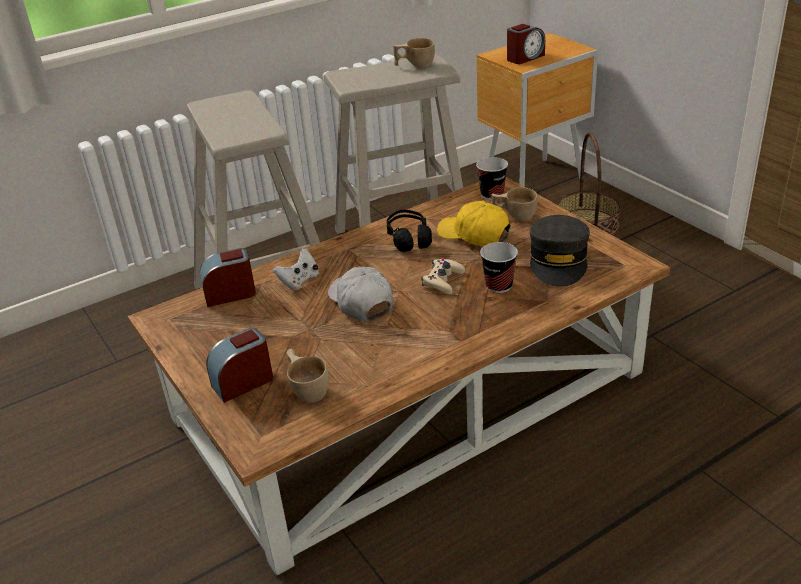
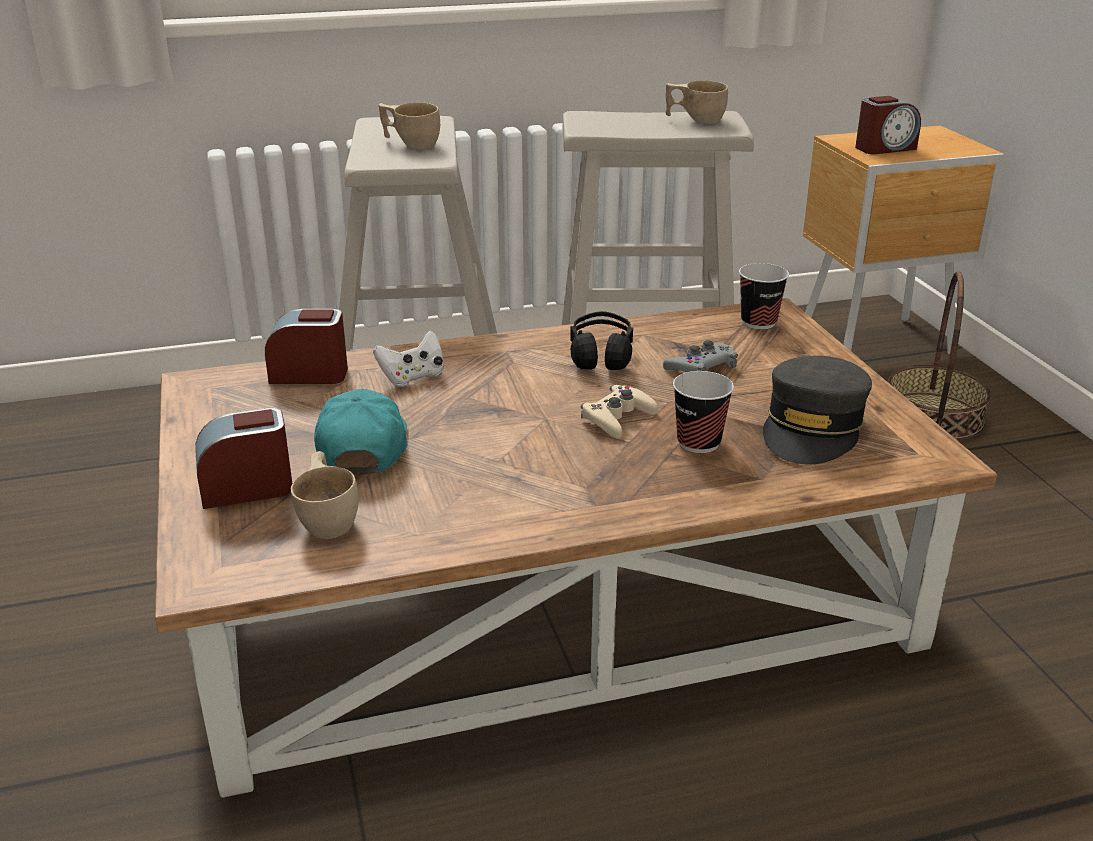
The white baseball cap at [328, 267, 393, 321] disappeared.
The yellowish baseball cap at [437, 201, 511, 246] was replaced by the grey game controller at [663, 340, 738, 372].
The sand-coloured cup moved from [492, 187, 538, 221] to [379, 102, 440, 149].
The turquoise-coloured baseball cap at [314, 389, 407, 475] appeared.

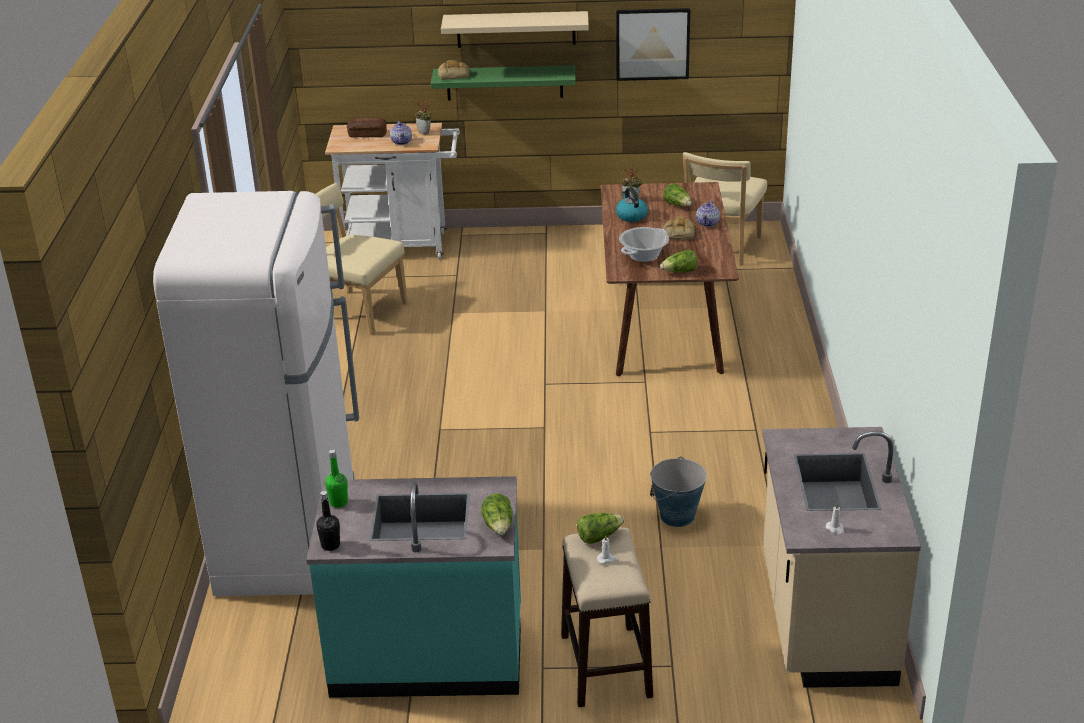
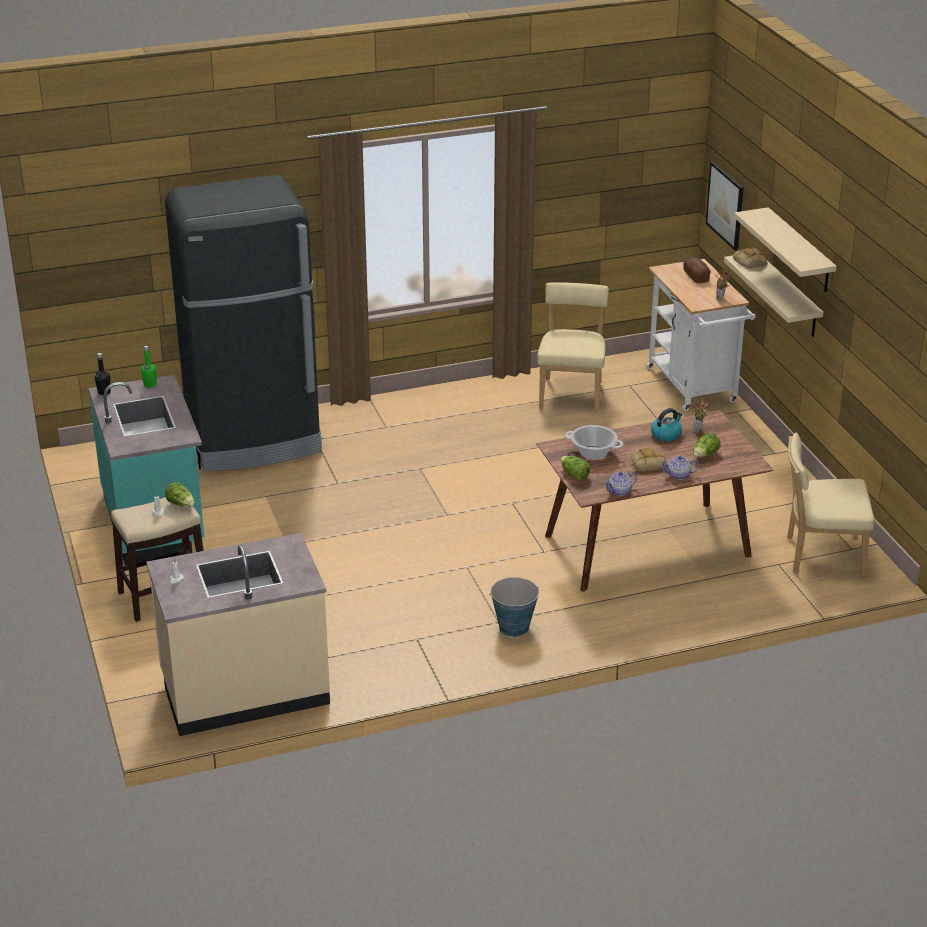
The white fridge at [153, 191, 359, 596] became the black-coloured fridge at [165, 175, 322, 471].
The tea pot moved from [390, 121, 412, 145] to [604, 471, 637, 496].
The greenish wall shelf at [431, 65, 576, 100] became the sand-coloured wall shelf at [724, 256, 823, 337].
The lettuce head at [481, 493, 513, 535] disappeared.
The wall art moved from [616, 8, 690, 81] to [706, 162, 744, 251].
The pail moved from [650, 456, 707, 527] to [489, 577, 539, 637].

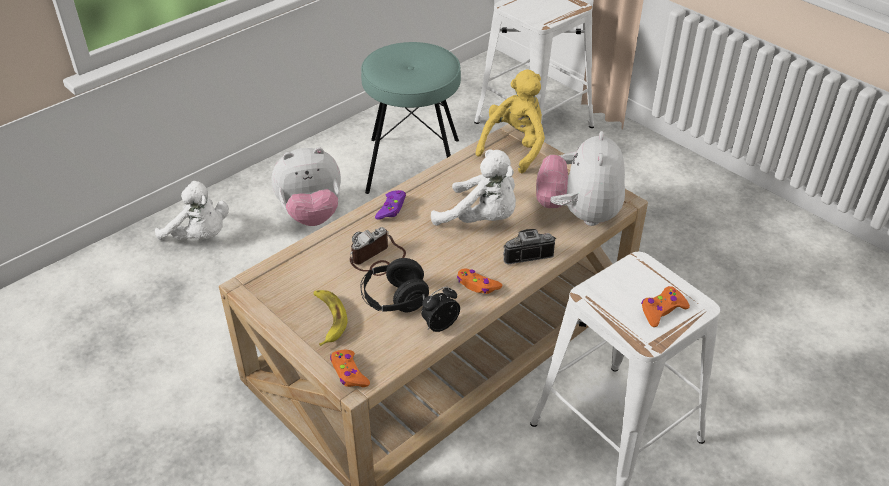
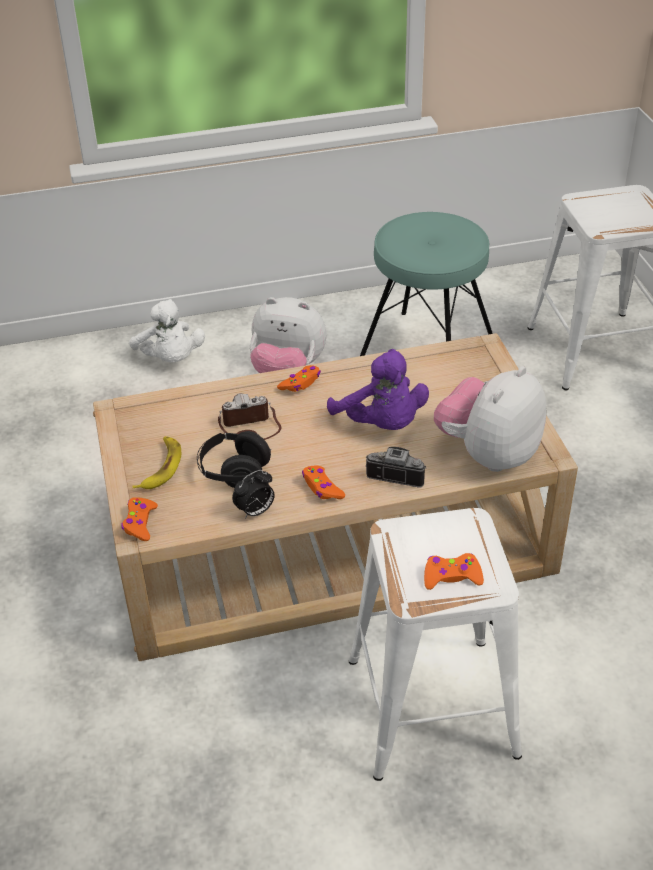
The purple-coloured game controller at [375, 190, 406, 220] became the orange game controller at [277, 365, 321, 392].
The table clock at [421, 287, 460, 332] turned 150 degrees clockwise.
The white plush toy at [431, 149, 516, 226] became the purple-coloured plush toy at [327, 349, 429, 430].
The yellowish plush toy at [476, 69, 545, 173] disappeared.

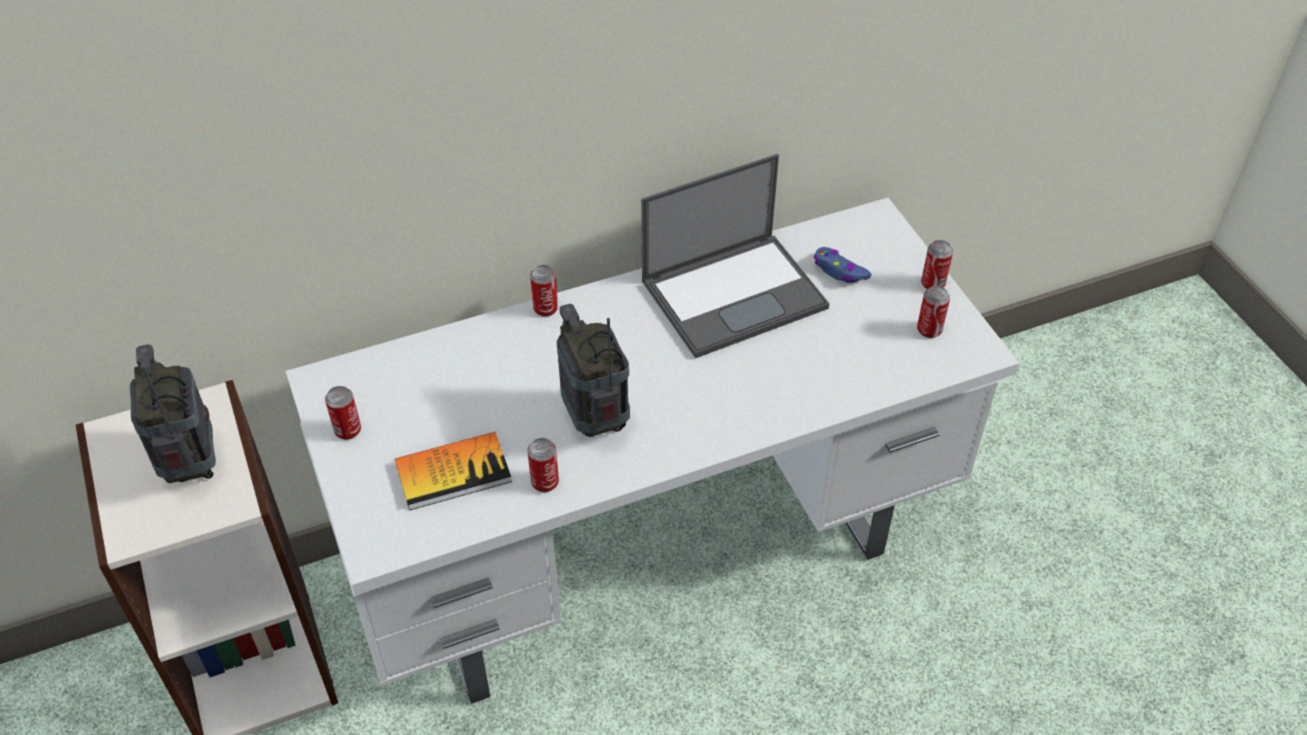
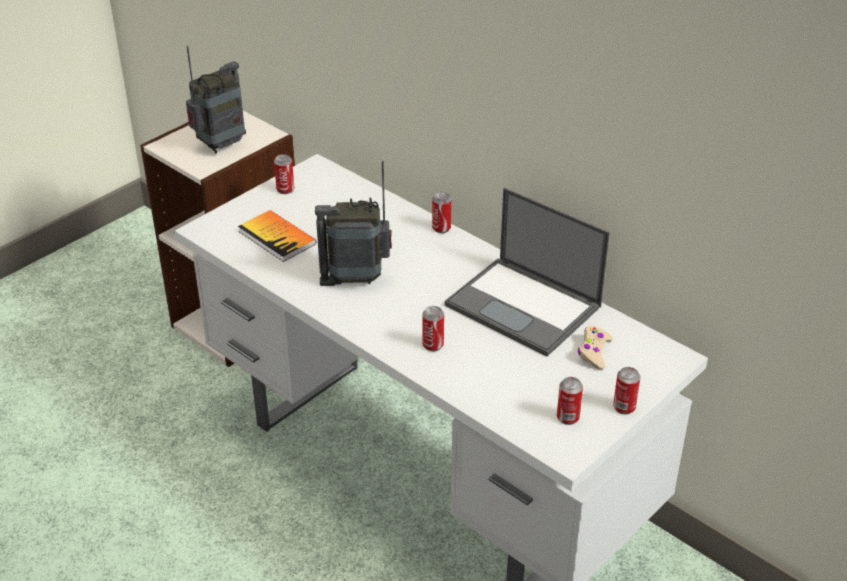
The can moved from [527, 438, 559, 492] to [422, 306, 444, 351].
The radio at [557, 304, 630, 437] turned 135 degrees counterclockwise.
The blue game controller at [813, 247, 872, 283] became the sand-coloured game controller at [578, 326, 613, 370].

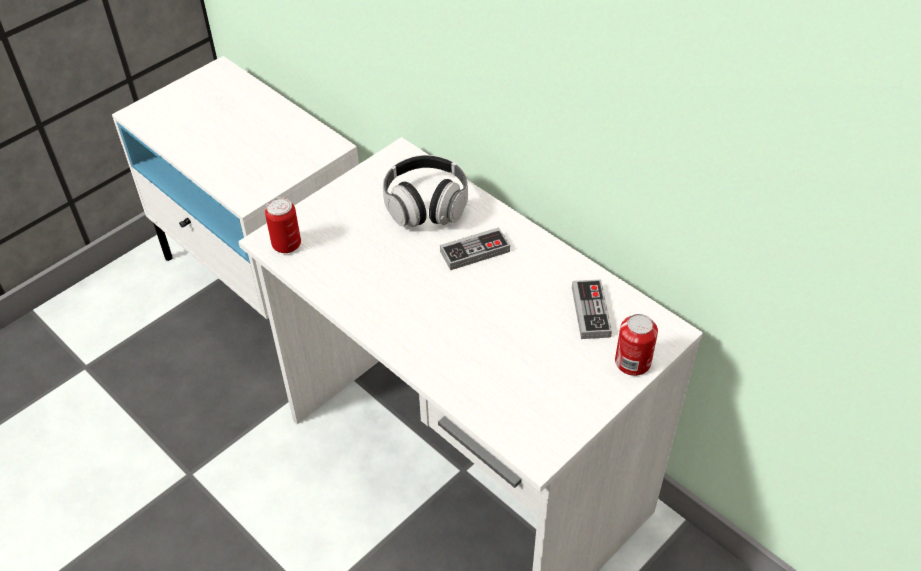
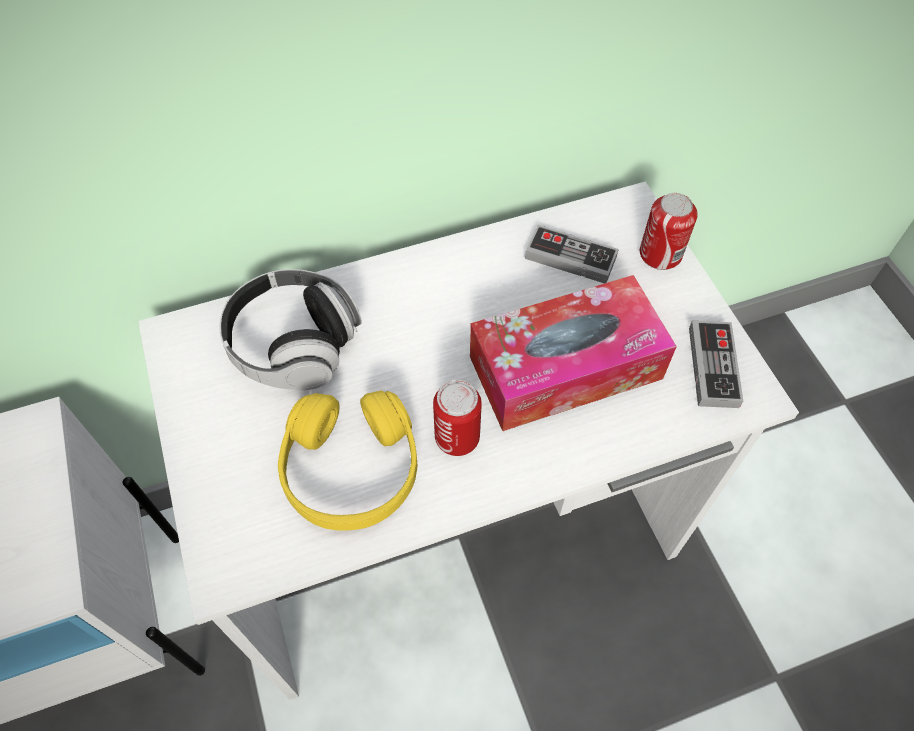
The can moved from [265, 197, 301, 253] to [433, 380, 482, 456].
The game controller moved from [440, 227, 510, 270] to [689, 321, 743, 408].
The yellowish headphones at [278, 390, 417, 531] appeared.
The tissue box at [470, 275, 677, 431] appeared.

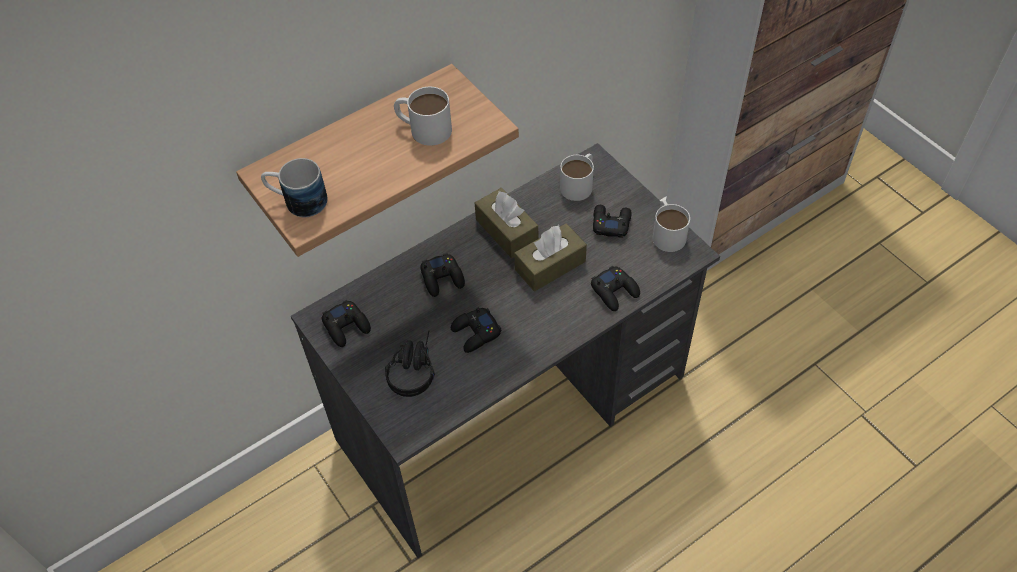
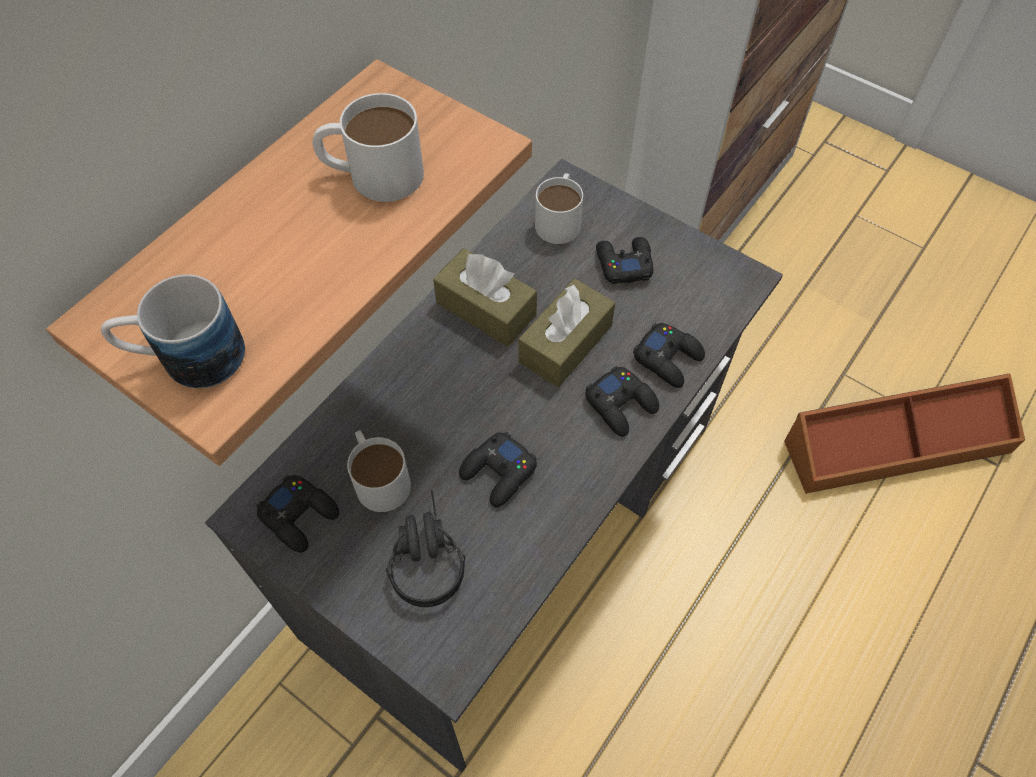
The black-coloured game controller moved from [420, 253, 465, 297] to [585, 366, 659, 437].
The white coffee mug moved from [653, 201, 690, 252] to [347, 430, 411, 512].
The brownish storage container at [784, 373, 1025, 494] appeared.

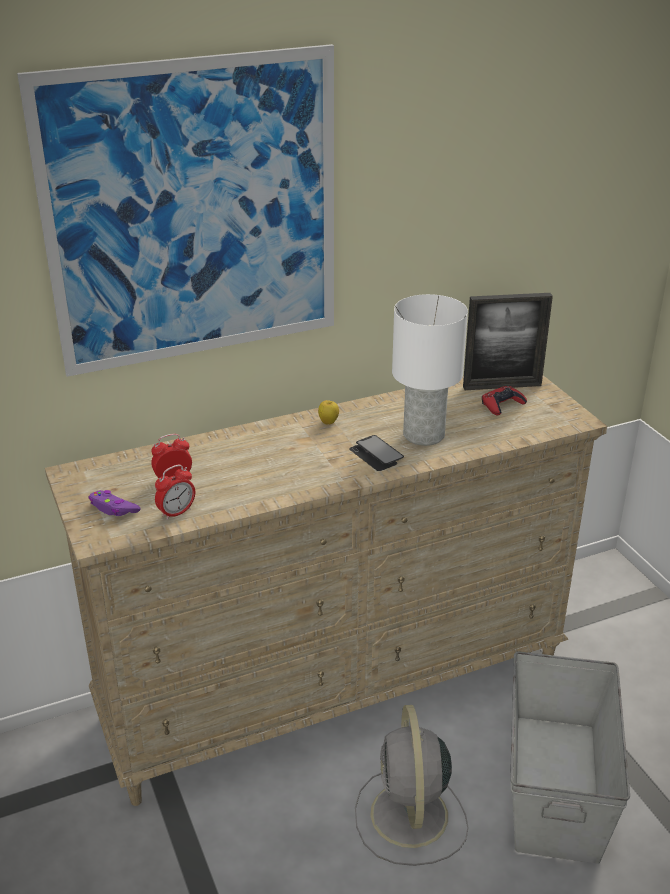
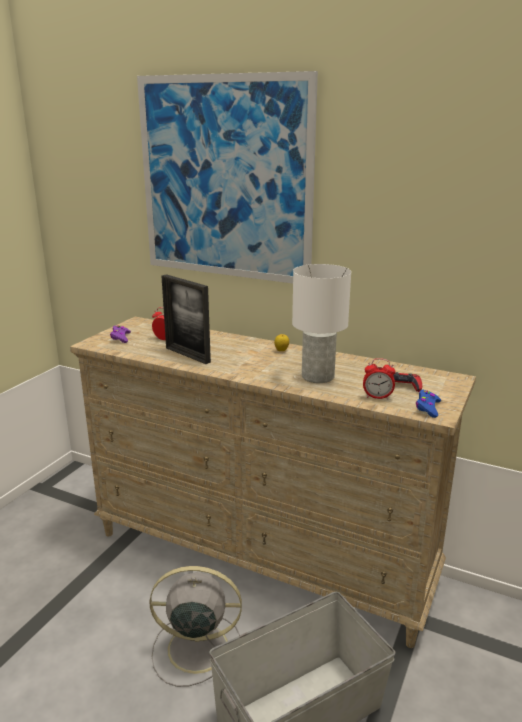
The table clock moved from [155, 465, 195, 520] to [363, 358, 395, 399].
The telephone at [349, 435, 404, 471] disappeared.
The grey cooling fan at [355, 705, 469, 866] turned 45 degrees clockwise.
The standing frame moved from [463, 293, 553, 390] to [161, 274, 211, 364].
The blue game controller at [416, 390, 441, 418] appeared.

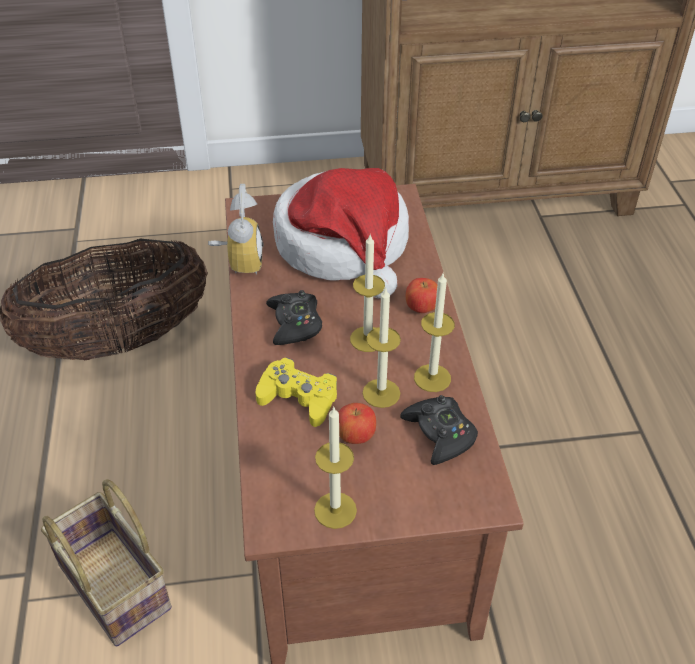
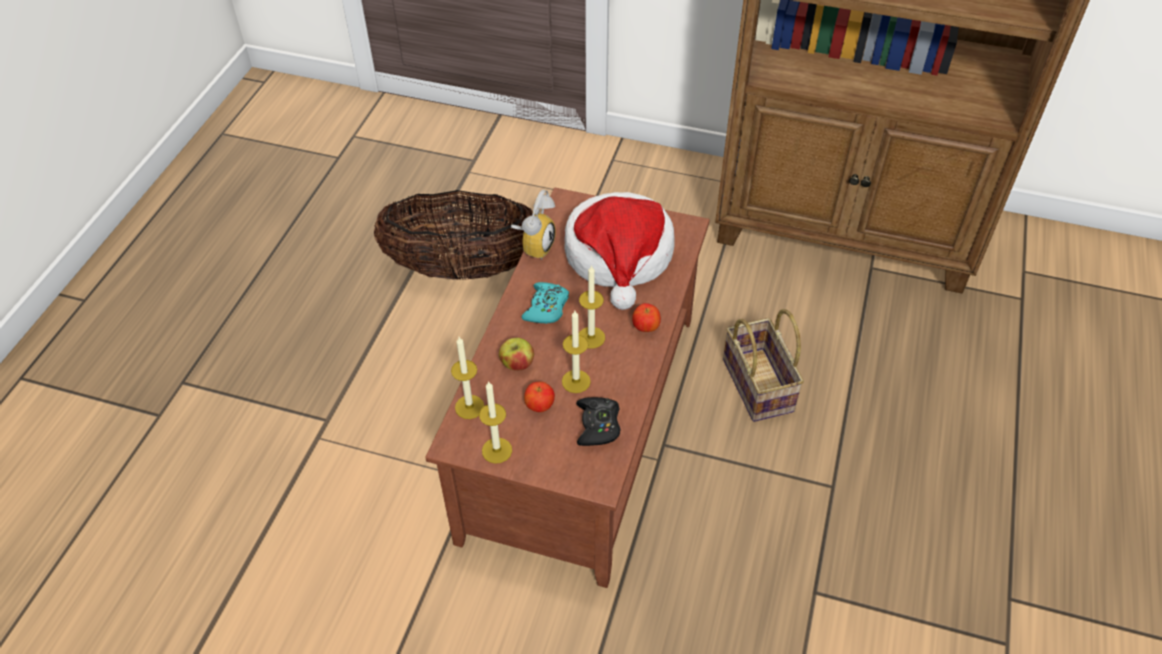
The household basket moved from [41, 479, 172, 647] to [723, 309, 804, 422].
The yellowish game controller at [256, 357, 337, 427] was replaced by the apple fruit at [499, 338, 534, 371].
The black-coloured game controller at [266, 290, 322, 345] became the turquoise-coloured game controller at [522, 282, 569, 324].
The candle moved from [414, 273, 455, 392] to [451, 337, 484, 419].

